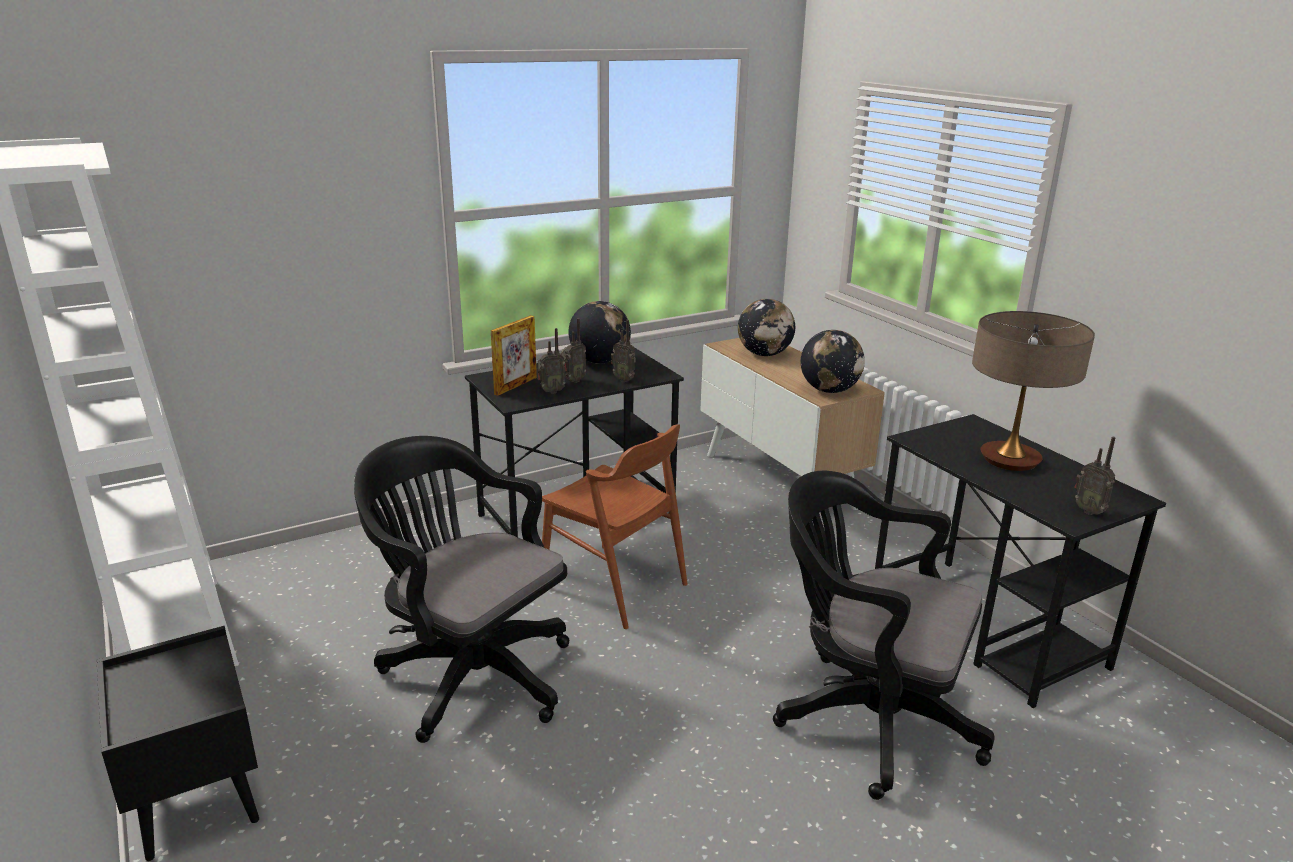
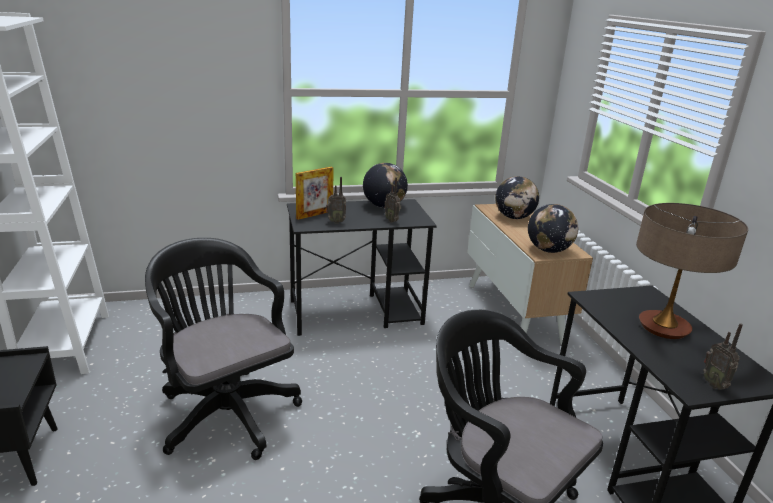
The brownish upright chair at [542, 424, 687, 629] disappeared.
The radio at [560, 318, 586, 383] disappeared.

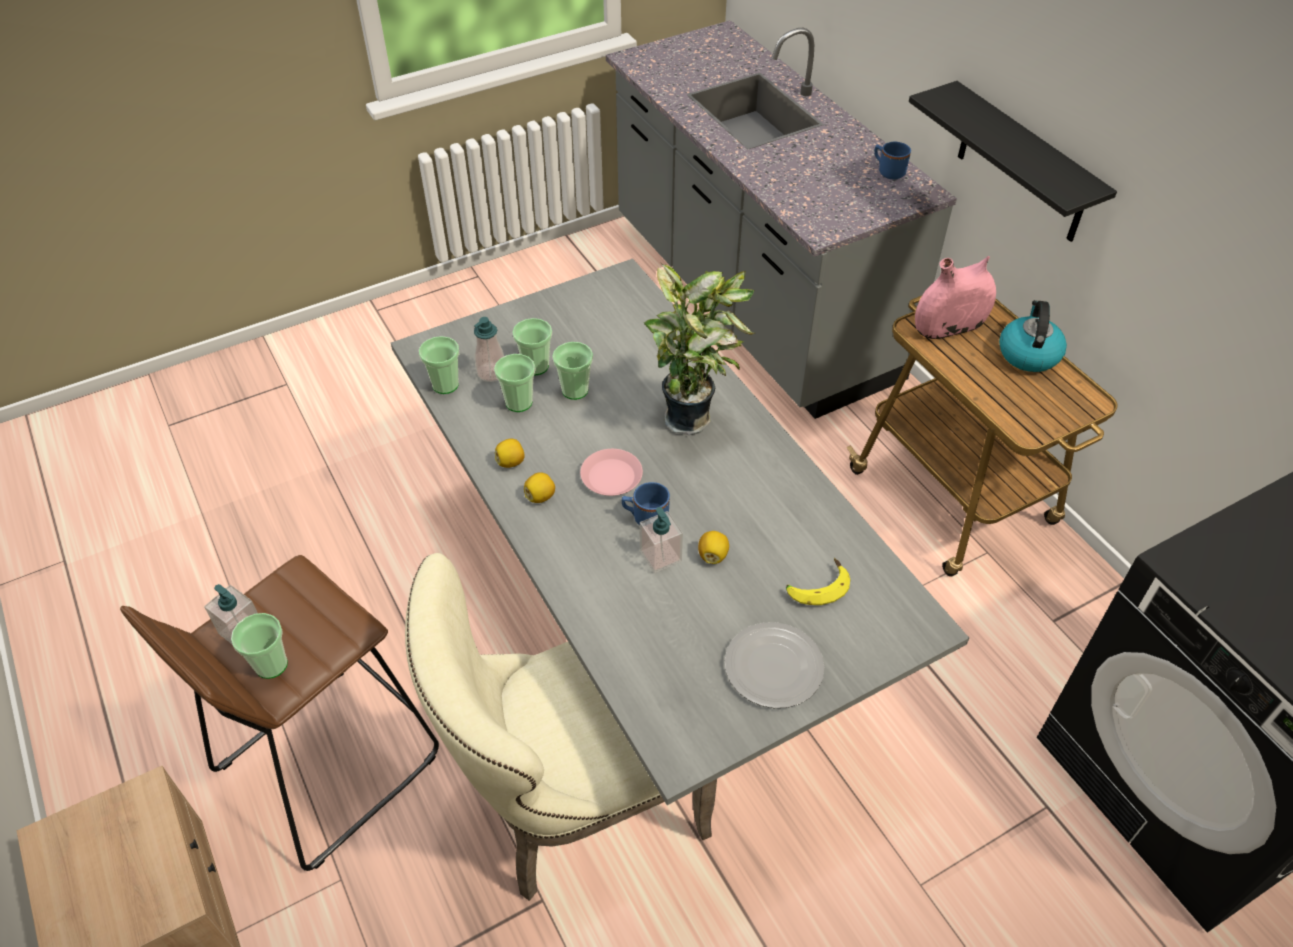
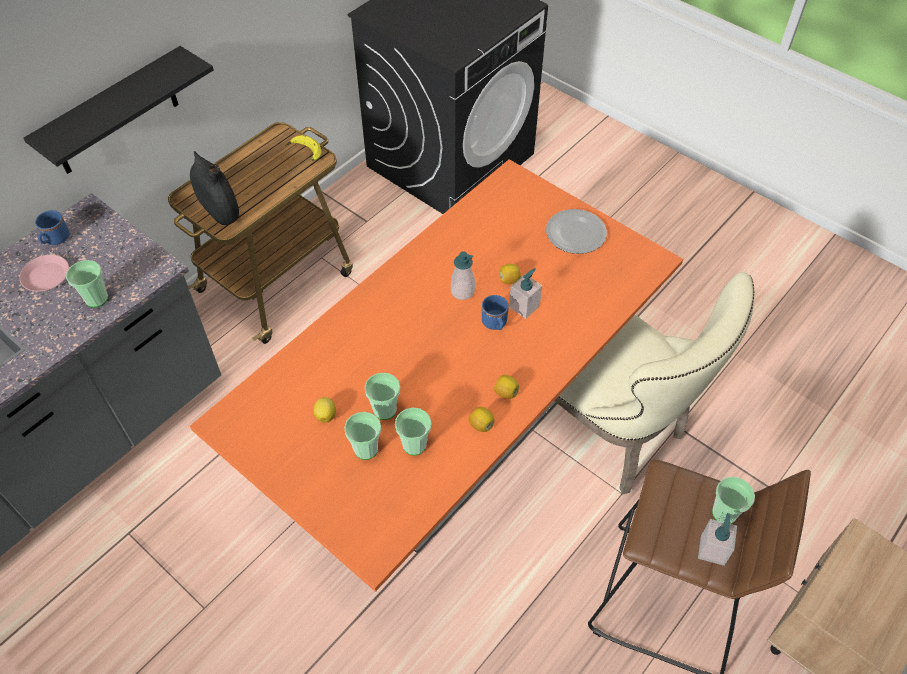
The grey kitchen table at [391, 259, 969, 805] became the orange kitchen table at [190, 159, 683, 592].
The cup moved from [419, 336, 459, 394] to [66, 260, 108, 308].
The soap bottle moved from [474, 317, 504, 382] to [451, 251, 475, 300].
The pinkish dinner plate moved from [580, 449, 643, 496] to [19, 255, 69, 292].
The potted plant at [644, 263, 755, 435] disappeared.
The whole banana moved from [786, 558, 850, 605] to [285, 135, 322, 161].
The pinkish flower vase at [915, 256, 996, 339] became the black-coloured flower vase at [190, 151, 239, 225].
The water kettle at [999, 300, 1067, 372] disappeared.
The lemon at [313, 397, 336, 423] appeared.

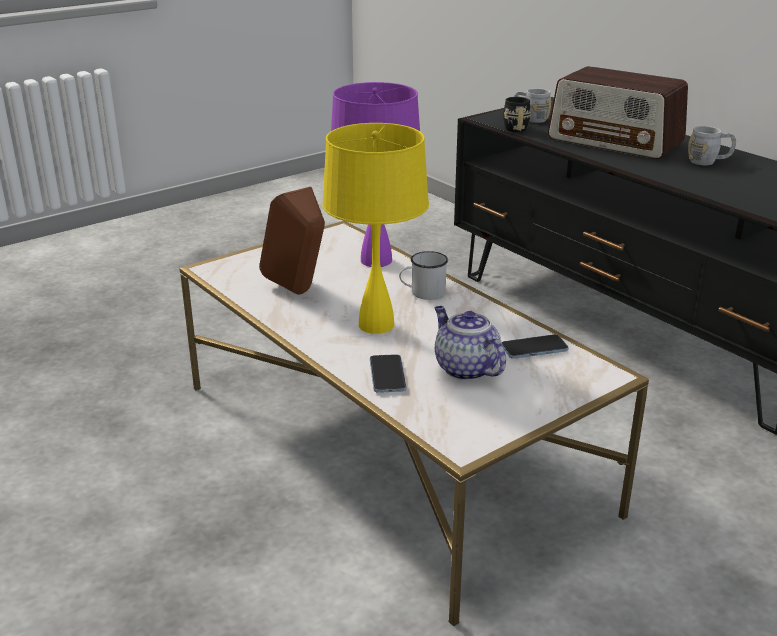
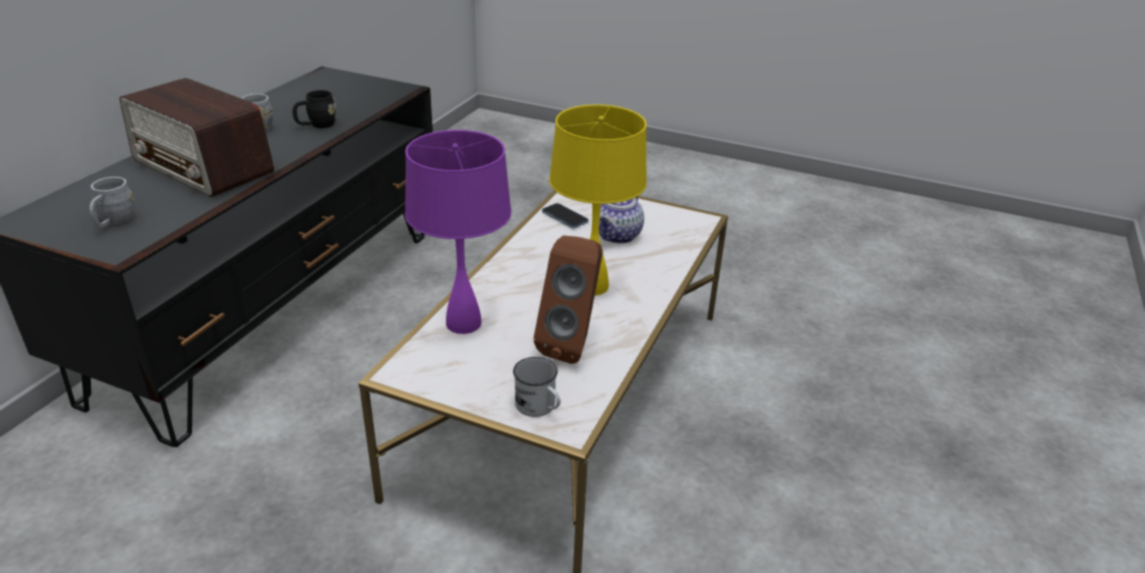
The telephone at [370, 354, 406, 393] disappeared.
The white coffee mug moved from [399, 251, 448, 300] to [513, 357, 560, 417].
The black-coloured coffee mug moved from [503, 97, 531, 132] to [292, 90, 336, 128].
The radio at [548, 66, 688, 159] turned 120 degrees clockwise.

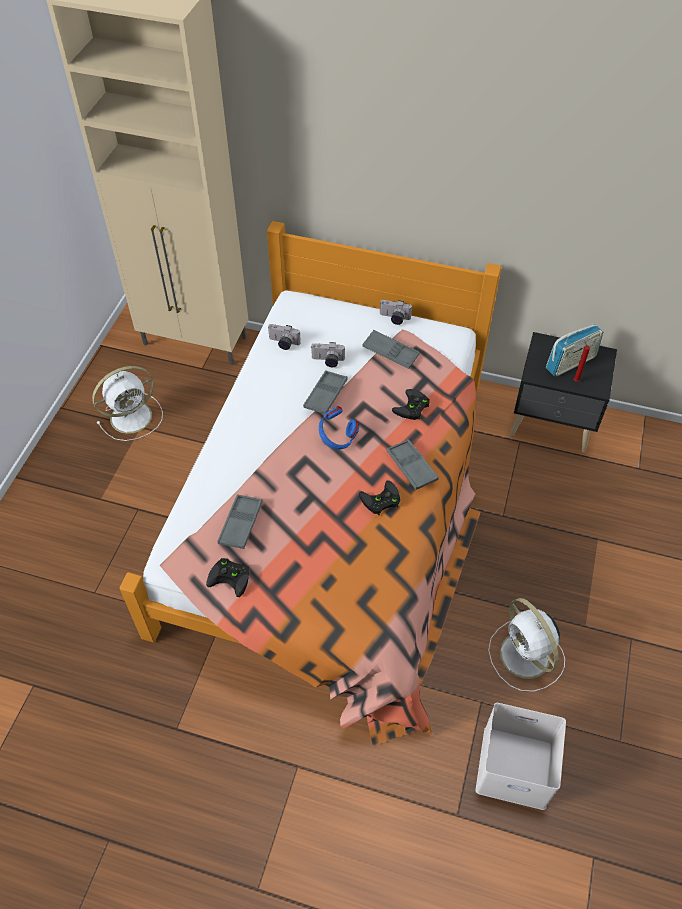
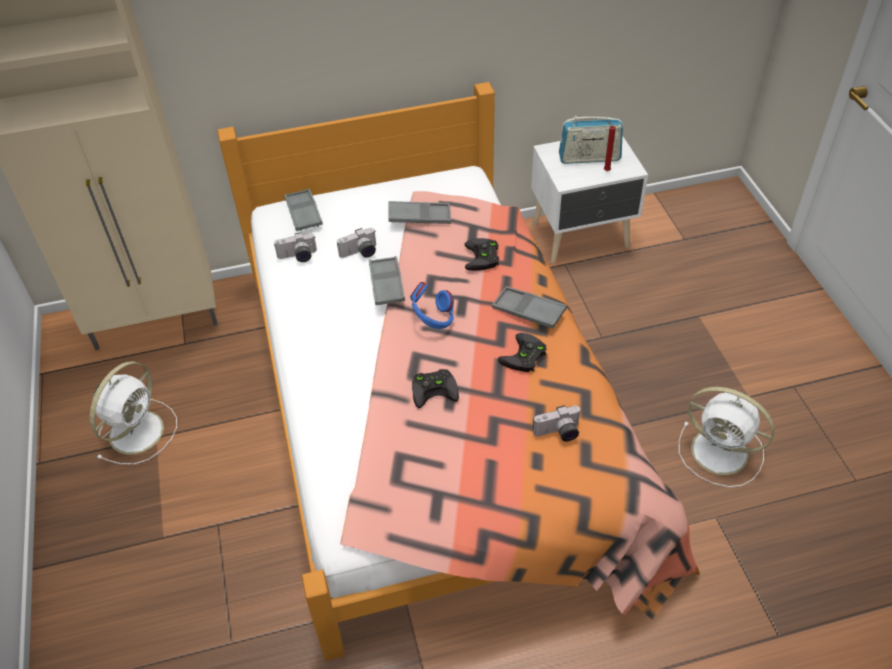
The black-coloured game controller moved from [206, 558, 249, 597] to [412, 369, 459, 408].
The grey carrying tray moved from [217, 494, 263, 549] to [284, 189, 323, 231].
The still camera moved from [379, 300, 412, 325] to [533, 405, 582, 442].
The white storage container at [476, 703, 566, 810] disappeared.
The black-coloured bedside table at [510, 332, 617, 453] became the white bedside table at [531, 136, 648, 263].
The radio at [546, 324, 603, 377] turned 60 degrees clockwise.

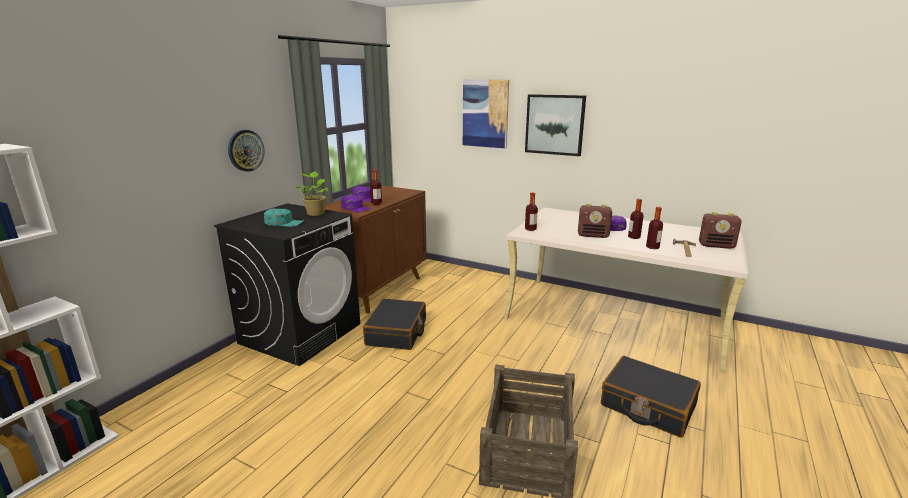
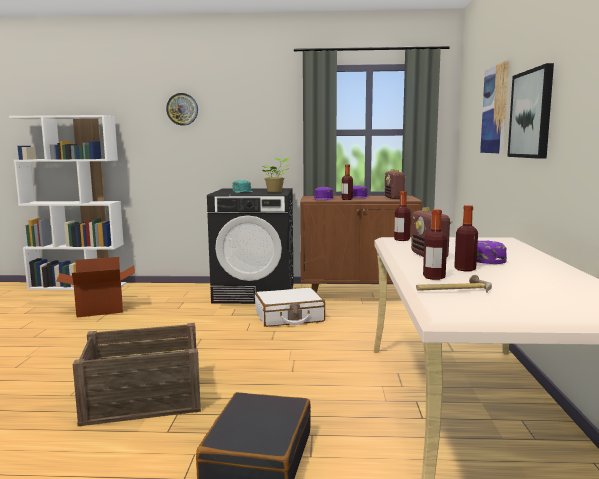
The wall clock moved from [228, 130, 265, 172] to [166, 93, 198, 126].
The black-coloured piece of luggage at [363, 299, 426, 350] became the white piece of luggage at [255, 288, 325, 327].
The radio moved from [699, 212, 742, 249] to [385, 169, 406, 199].
The packing box at [56, 257, 135, 317] appeared.

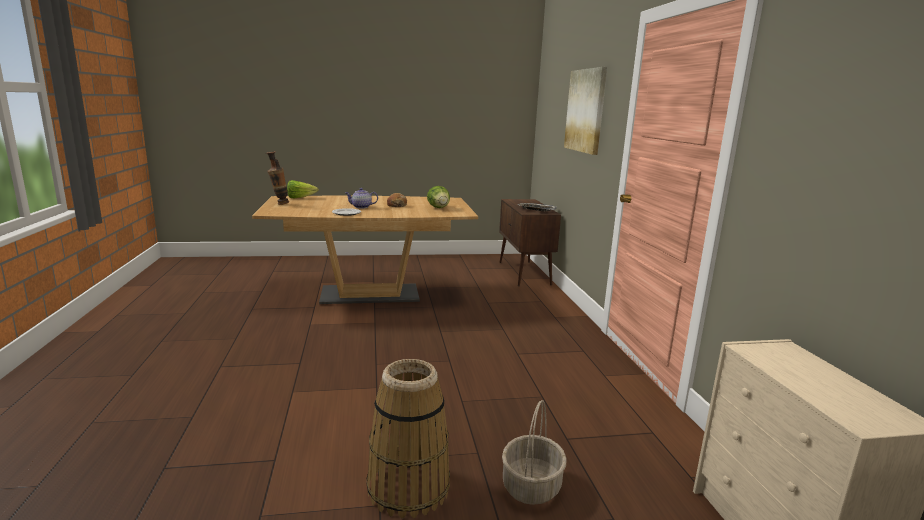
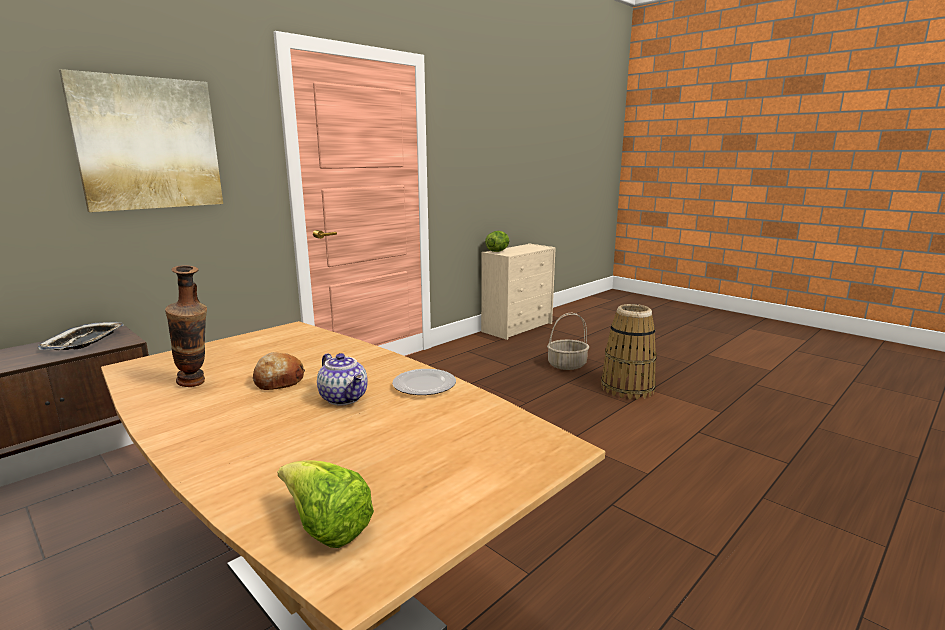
The flower vase moved from [266, 151, 289, 205] to [165, 265, 207, 387].
The lettuce head moved from [427, 186, 450, 208] to [485, 231, 509, 252].

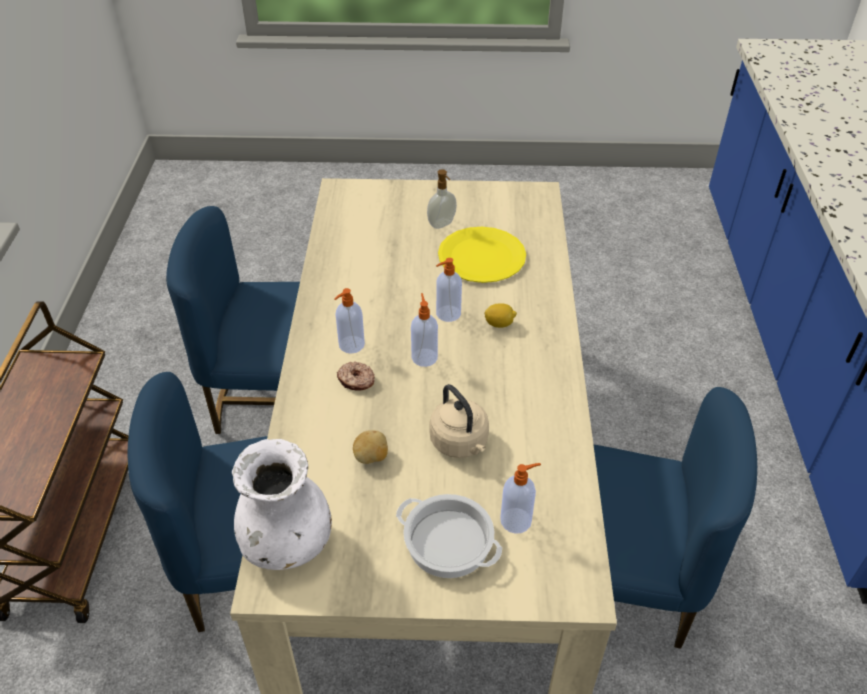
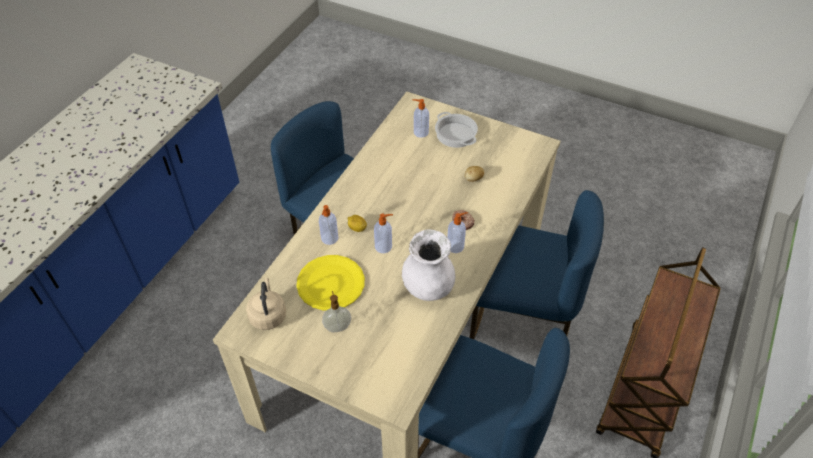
The white flower vase moved from [232, 439, 332, 570] to [402, 229, 455, 301].
The soap bottle moved from [411, 293, 438, 367] to [319, 205, 338, 245].
The sand-coloured water kettle moved from [430, 384, 489, 458] to [246, 278, 286, 330].

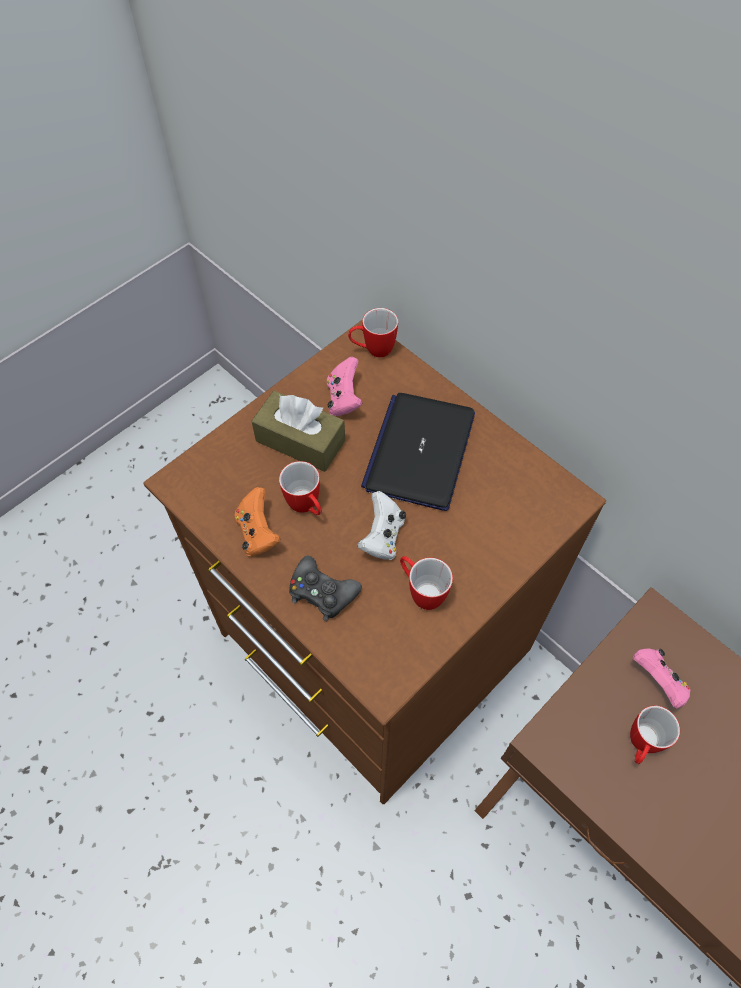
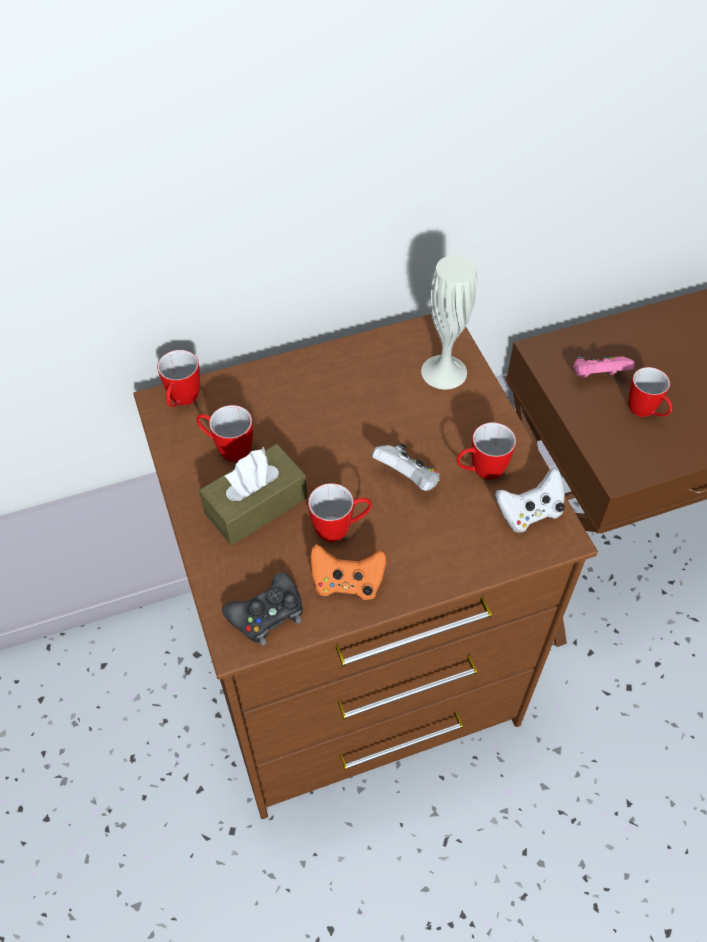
The black-coloured game controller moved from [289, 556, 362, 621] to [222, 572, 303, 646].
The pinkish game controller at [327, 357, 362, 416] was replaced by the coffee mug at [196, 405, 253, 462].
The portable computer at [361, 393, 475, 511] disappeared.
The white flower vase at [421, 255, 477, 389] appeared.
The white game controller at [495, 468, 565, 533] appeared.

